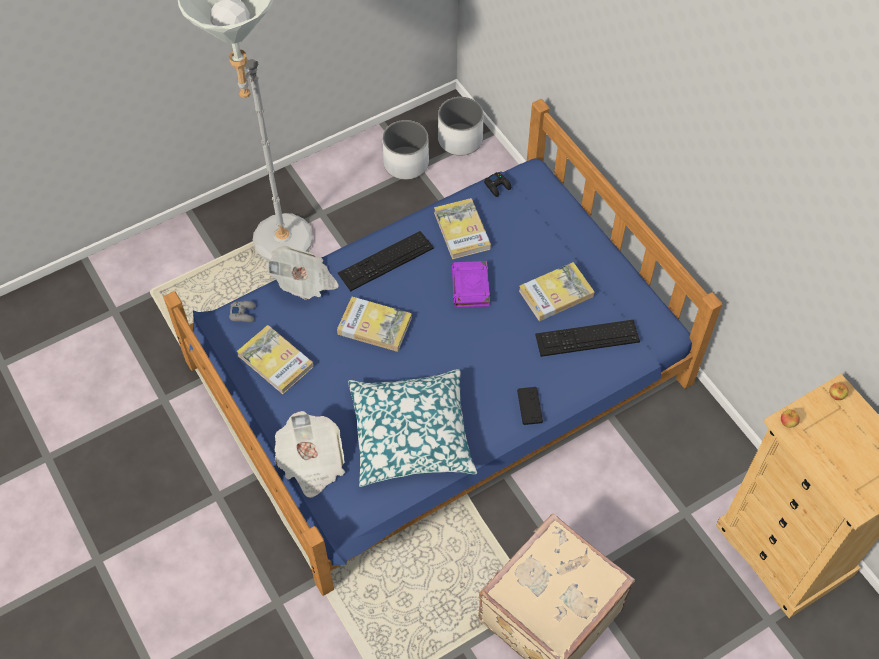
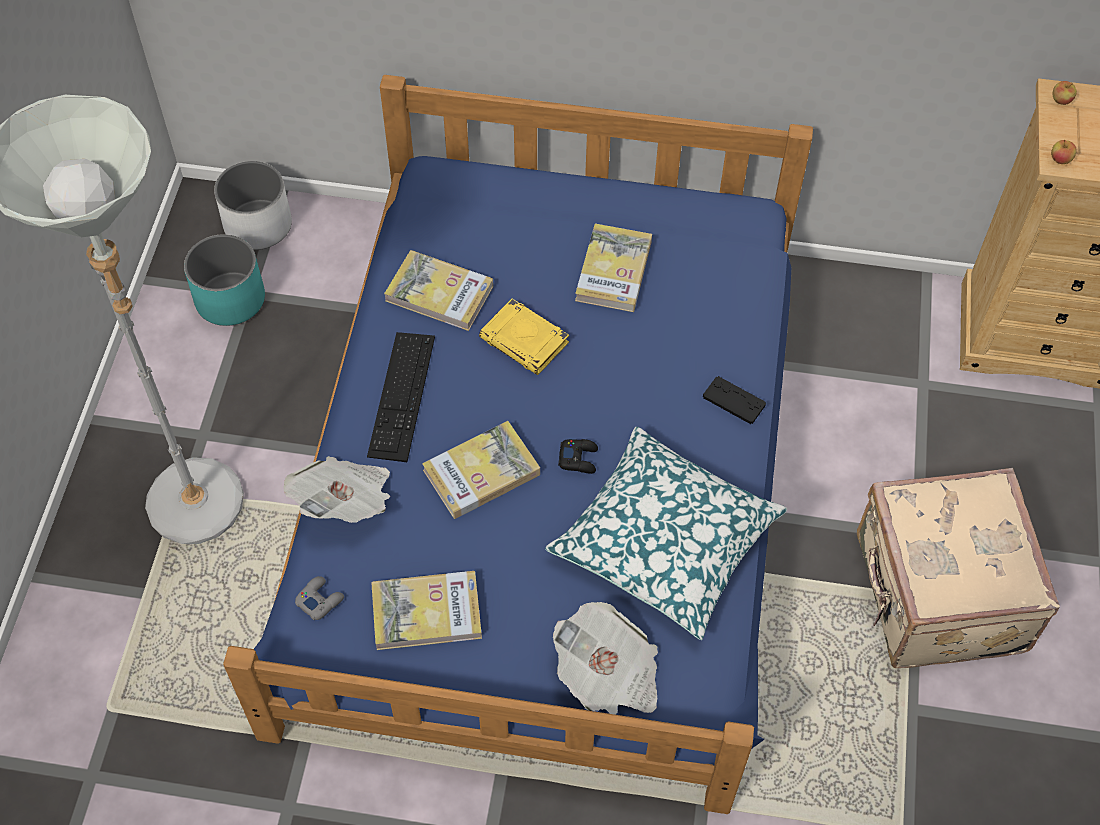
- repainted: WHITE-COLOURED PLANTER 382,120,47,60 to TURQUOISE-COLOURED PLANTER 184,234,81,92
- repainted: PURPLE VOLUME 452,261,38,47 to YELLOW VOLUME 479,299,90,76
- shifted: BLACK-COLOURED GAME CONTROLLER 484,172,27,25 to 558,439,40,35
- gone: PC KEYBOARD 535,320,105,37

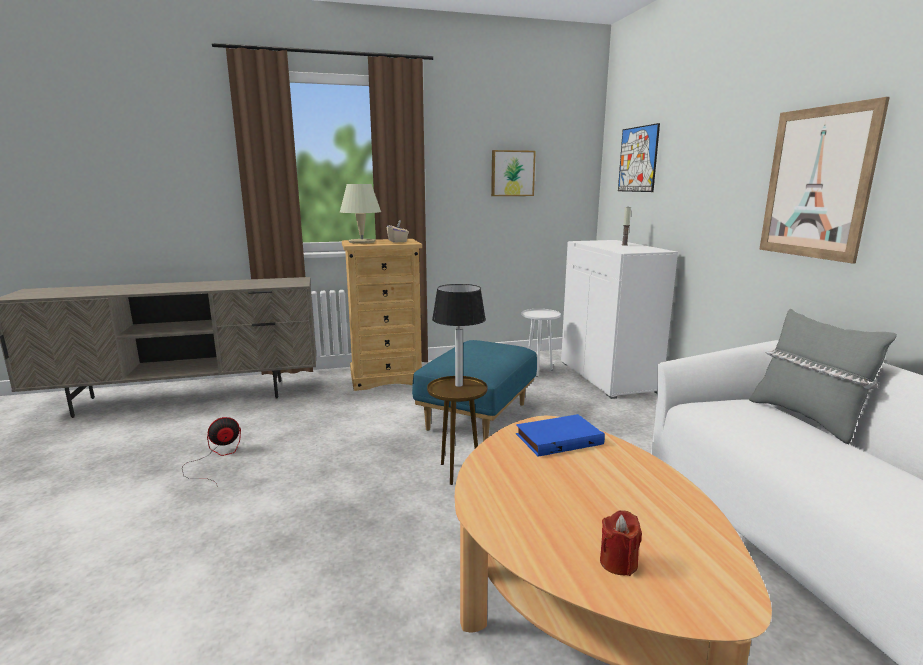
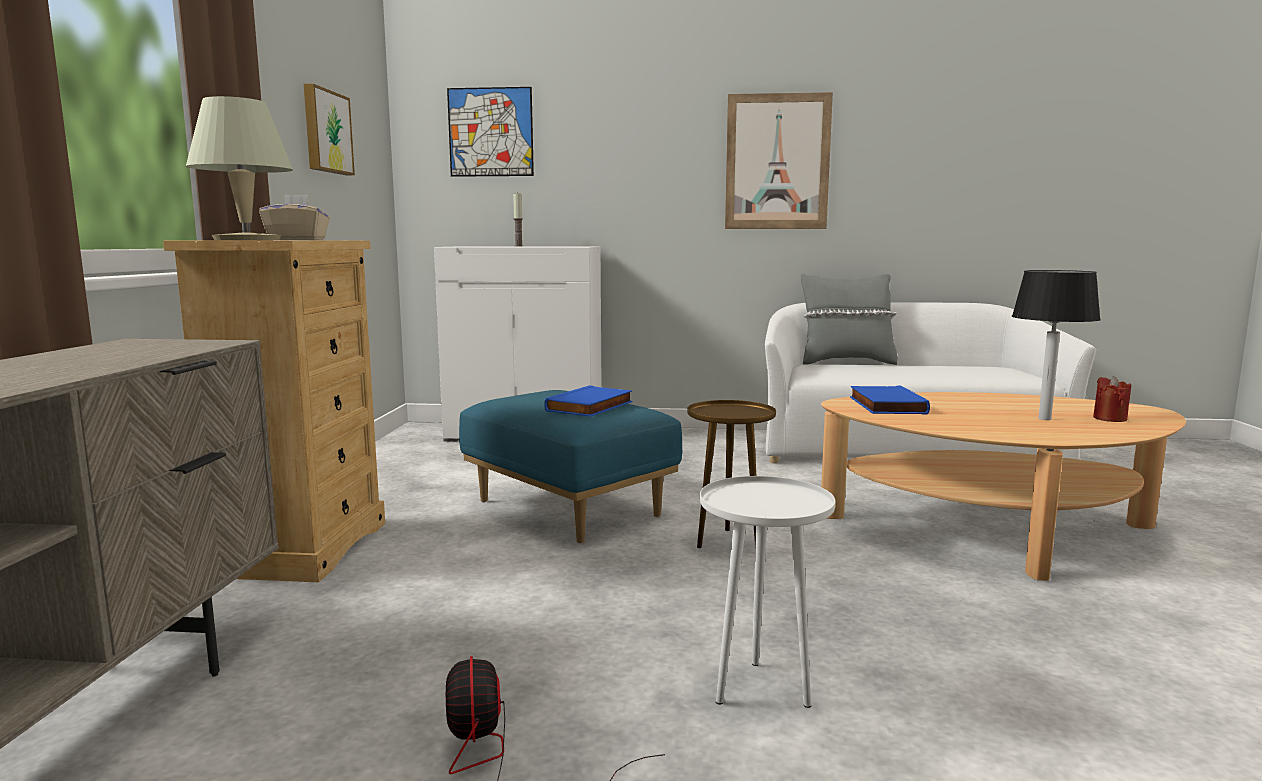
- new: BLUISH VOLUME 544,385,89,32
- shifted: WHITE-COLOURED SIDE TABLE 522,309,39,68 to 700,476,135,232
- shifted: TABLE LAMP 432,284,54,103 to 1012,270,89,150

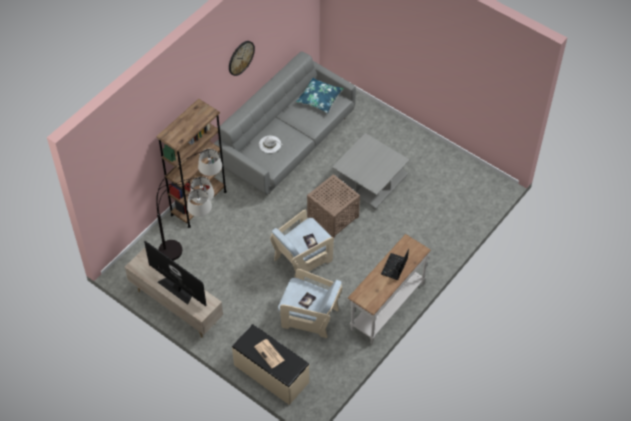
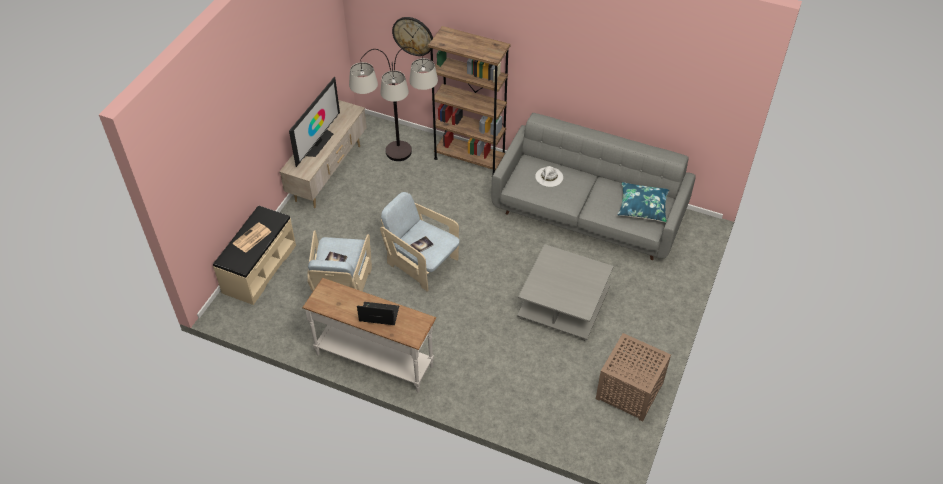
- shifted: WALL CLOCK 229,41,26,35 to 392,17,41,39
- shifted: BROWN SIDE TABLE 307,174,53,64 to 596,333,75,89

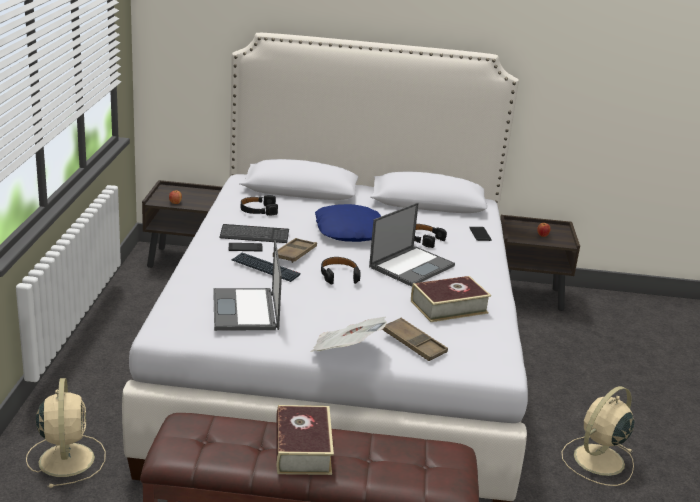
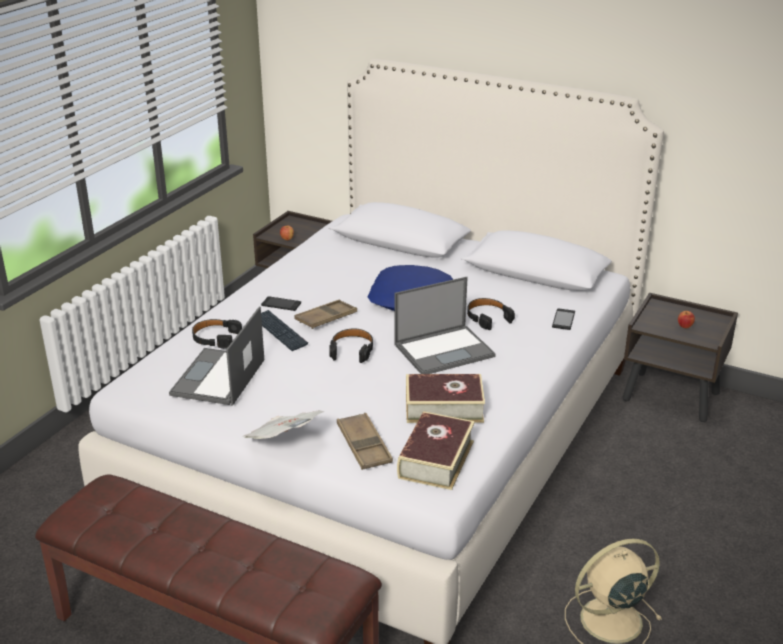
- shifted: BLACK-COLOURED HEADPHONES 241,195,37,21 to 192,319,50,30
- shifted: VOLUME 276,405,58,70 to 397,411,78,79
- gone: SAND-COLOURED COOLING FAN 26,378,80,110
- gone: PC KEYBOARD 219,224,70,19

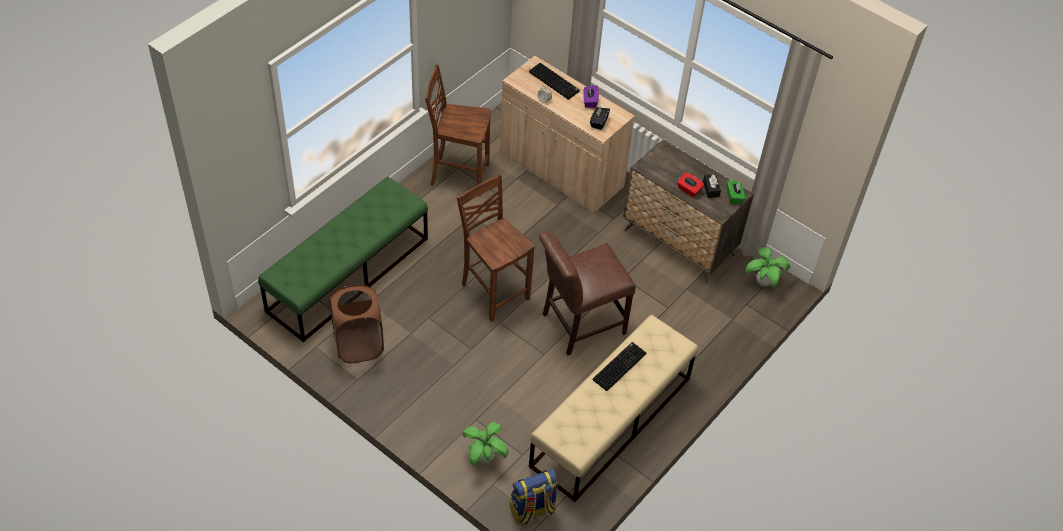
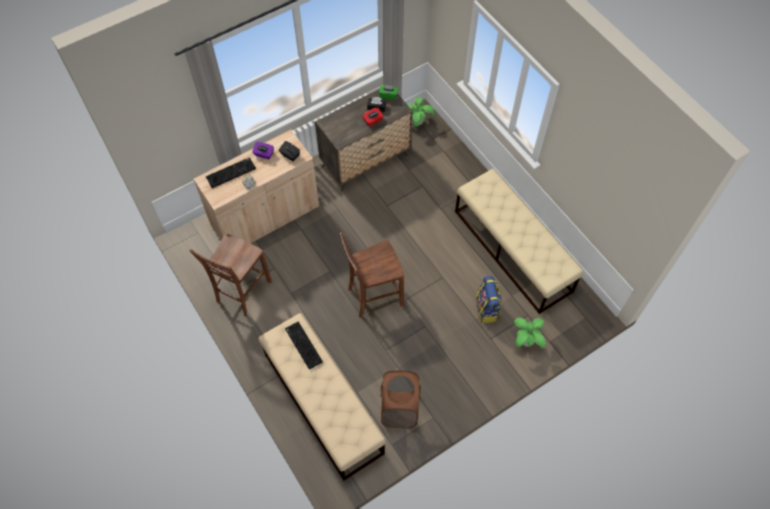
- repainted: GREEN-COLOURED BENCH 258,177,170,165 to SAND-COLOURED BENCH 258,313,128,168
- shifted: PC KEYBOARD 593,342,53,49 to 285,322,38,48
- shifted: BACKPACK 510,469,48,56 to 476,276,26,47
- gone: BROWN PLAIN CHAIR 539,232,97,123

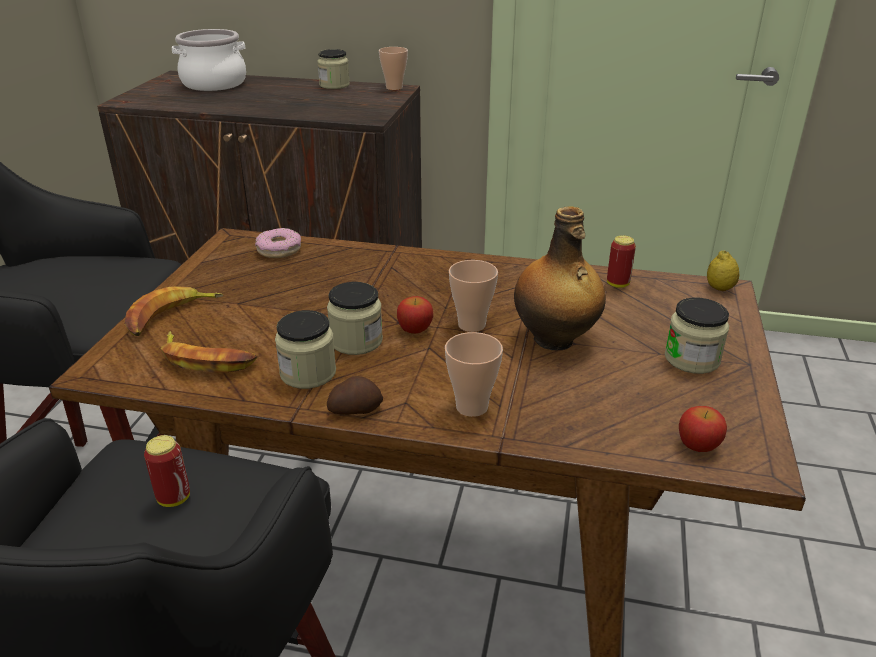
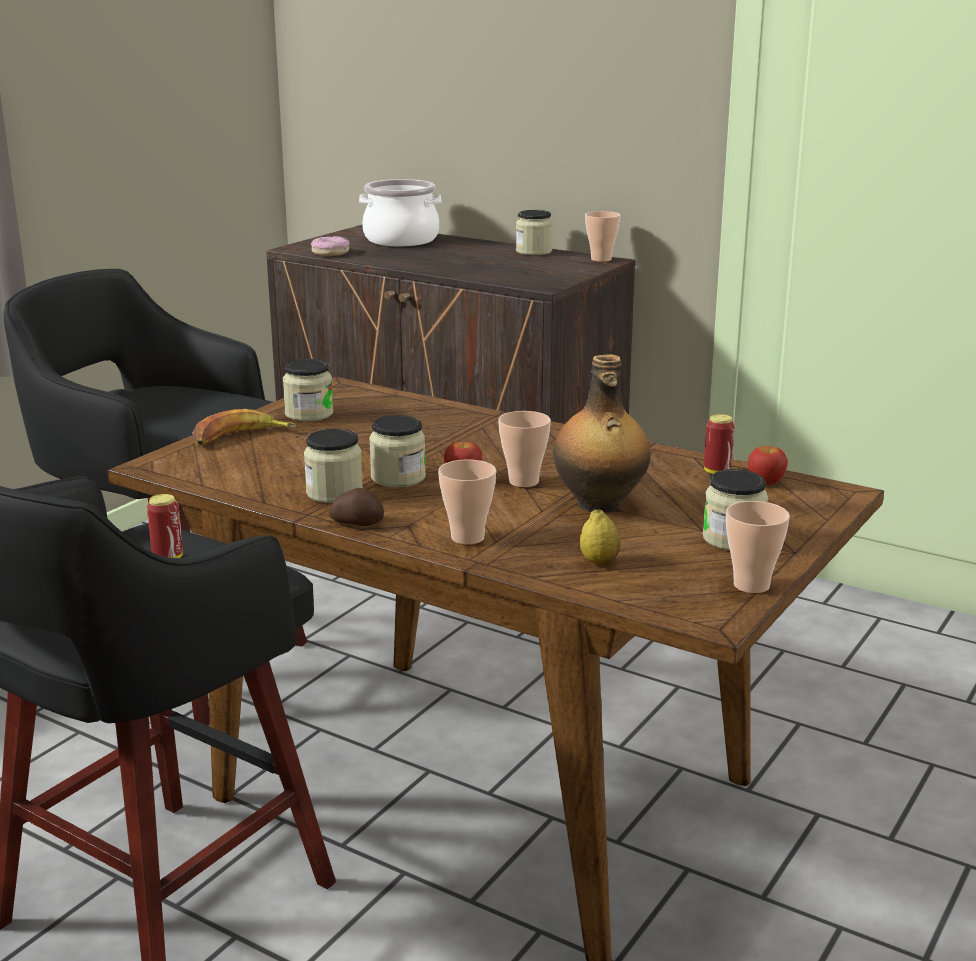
- new: STORAGE JAR 283,359,51,63
- shifted: DONUT 255,228,46,30 to 311,236,39,20
- shifted: LEMON 707,251,32,40 to 580,510,40,55
- new: SMALL CUP 726,501,64,92
- shifted: WHOLE APPLE 679,406,48,46 to 748,446,40,39
- gone: WHOLE BANANA 160,331,97,42

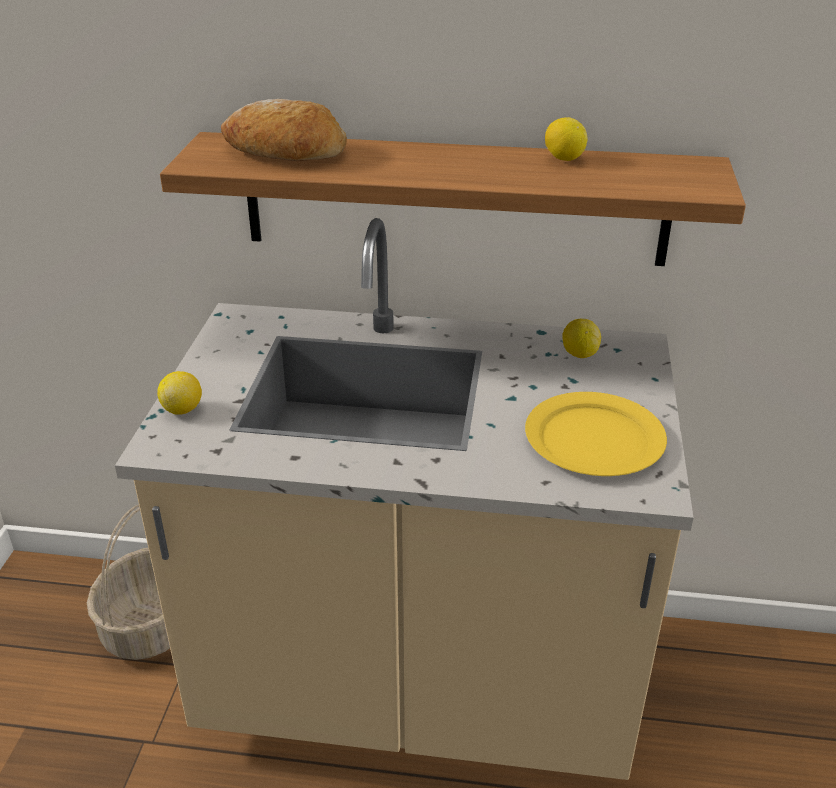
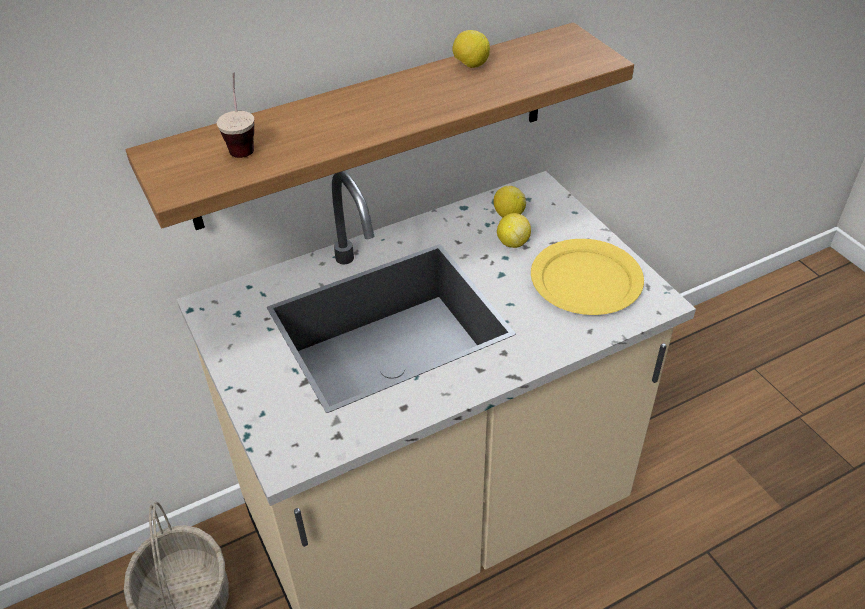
- swapped: BREAD 221,99,126,62 to SMALL CUP 217,72,37,86
- shifted: LEMON 157,371,45,44 to 497,213,34,35

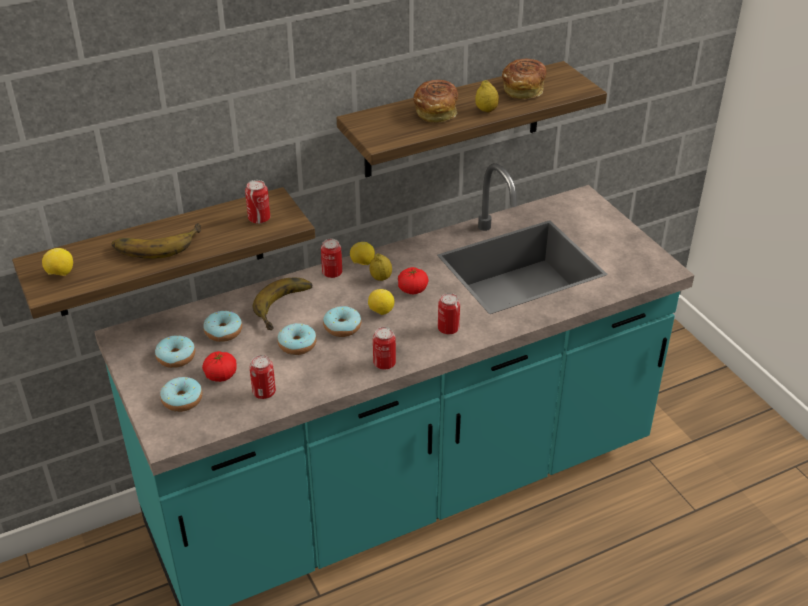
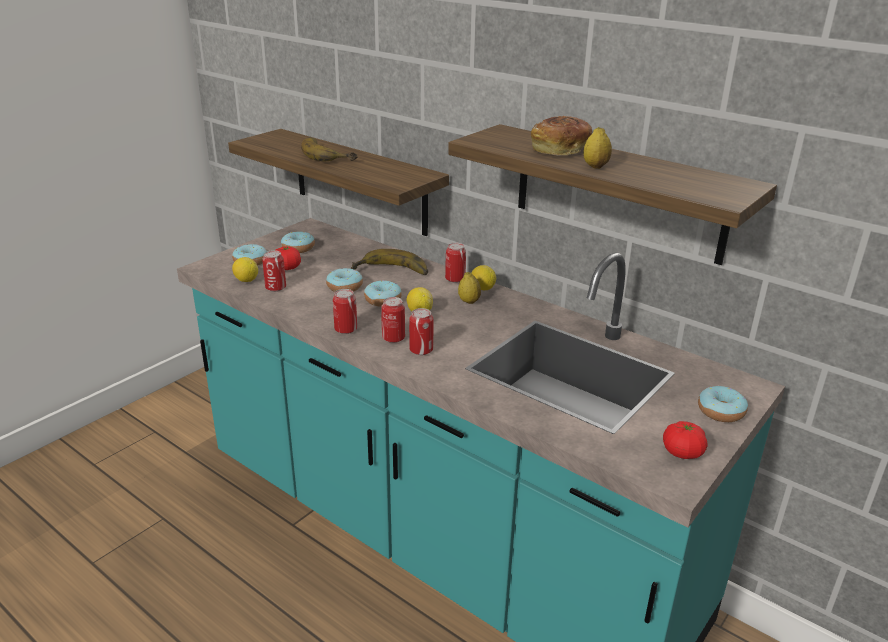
- shifted: LEMON 42,248,31,27 to 232,257,26,25
- shifted: CAN 245,180,25,44 to 381,297,24,46
- shifted: TOMATO 398,267,31,27 to 663,421,45,38
- shifted: DONUT 203,311,39,31 to 698,386,50,36
- gone: BREAD 502,58,44,41

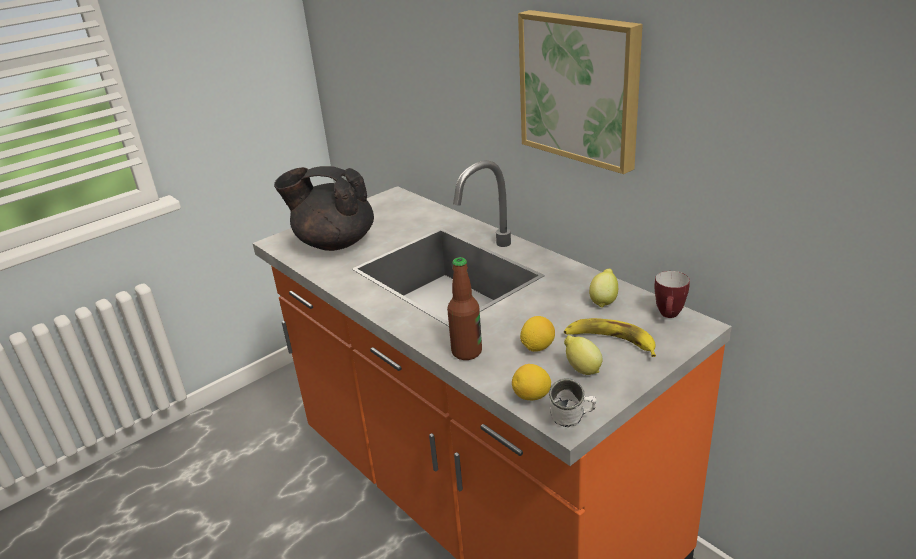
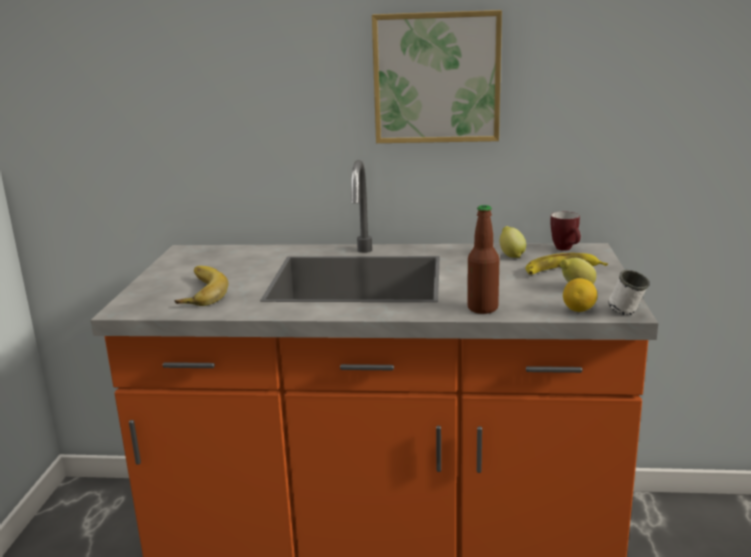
- swapped: BLACK-COLOURED TEAPOT 274,166,100,85 to WHOLE BANANA 174,266,54,40
- gone: LEMON 520,316,35,36

